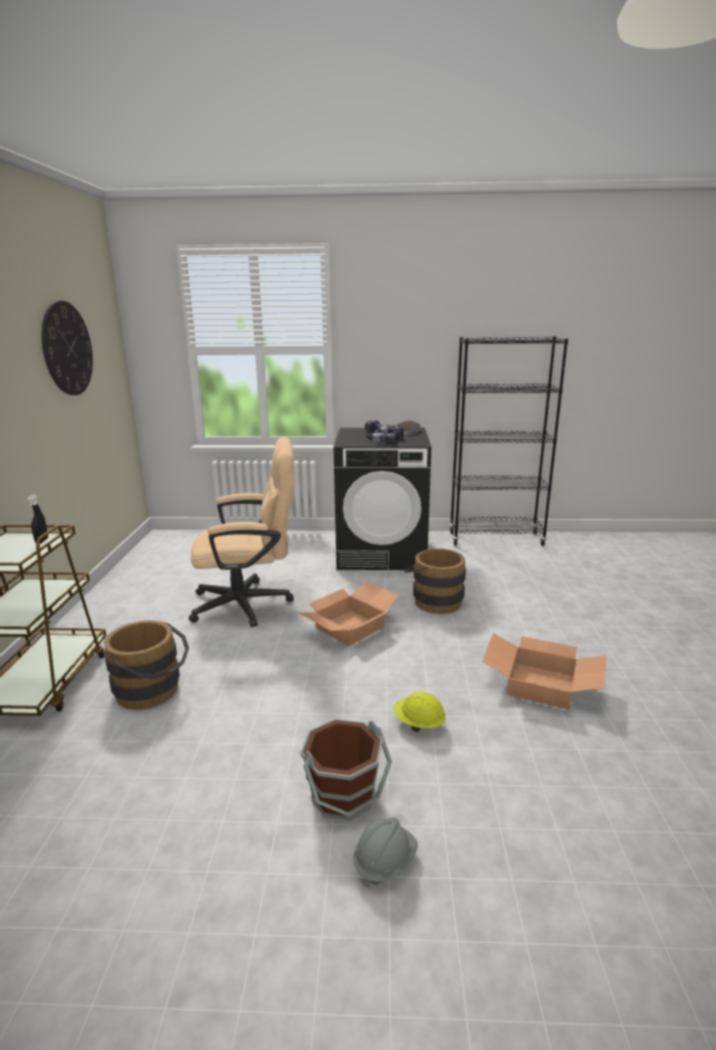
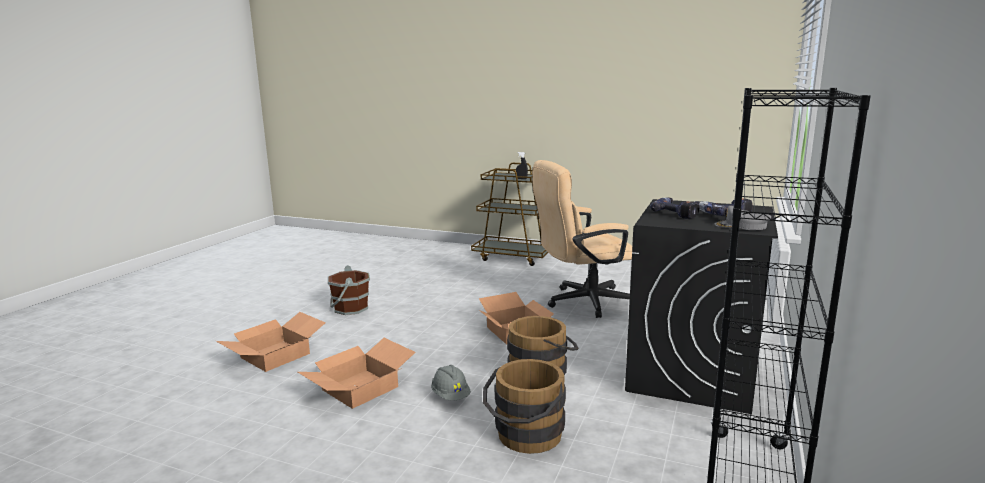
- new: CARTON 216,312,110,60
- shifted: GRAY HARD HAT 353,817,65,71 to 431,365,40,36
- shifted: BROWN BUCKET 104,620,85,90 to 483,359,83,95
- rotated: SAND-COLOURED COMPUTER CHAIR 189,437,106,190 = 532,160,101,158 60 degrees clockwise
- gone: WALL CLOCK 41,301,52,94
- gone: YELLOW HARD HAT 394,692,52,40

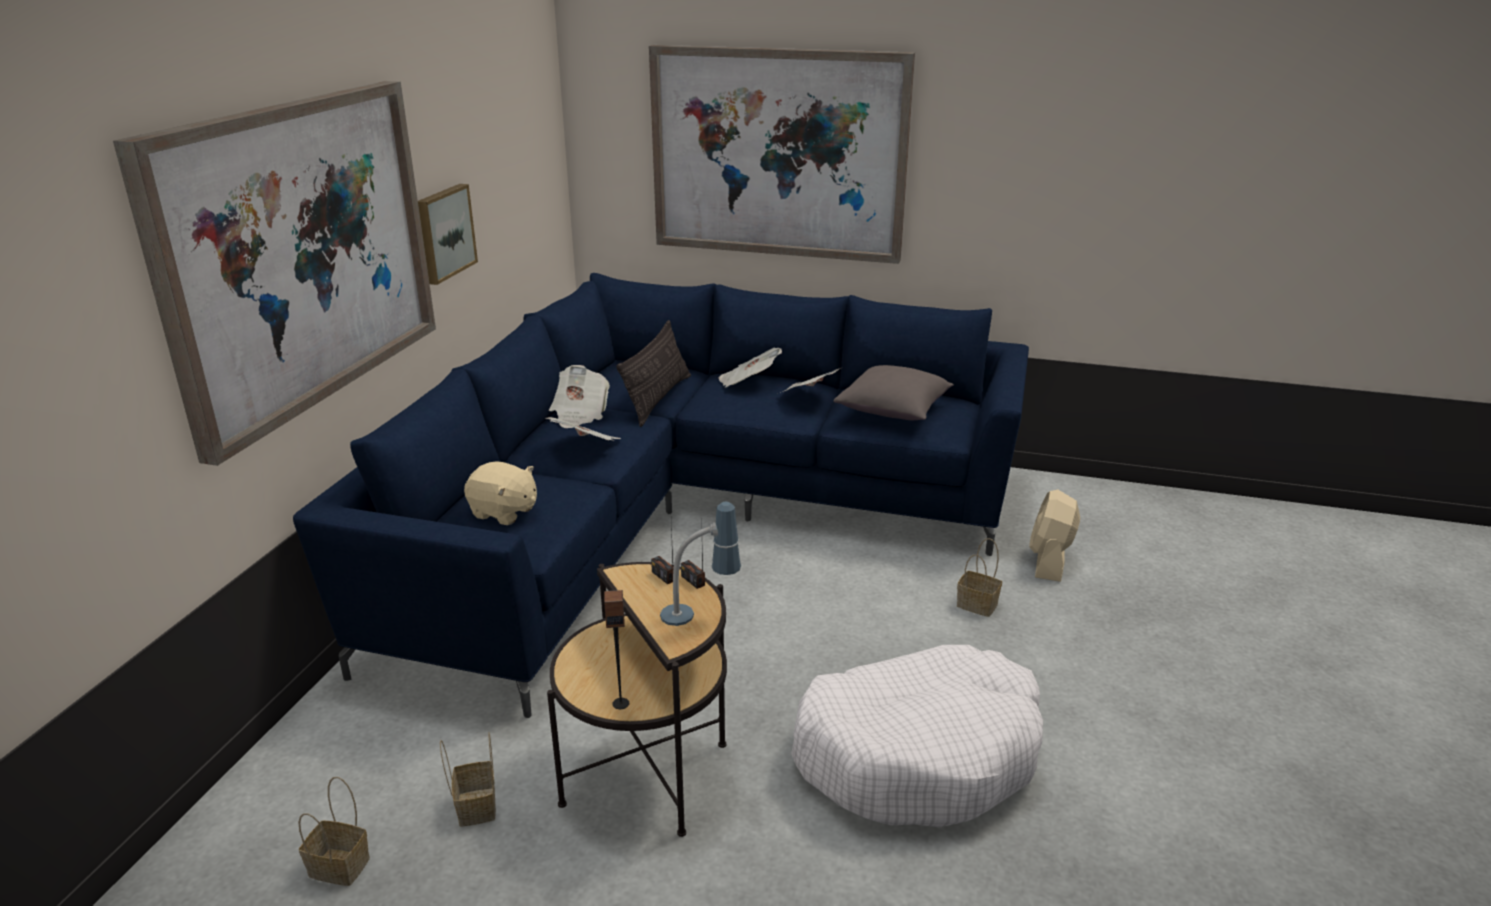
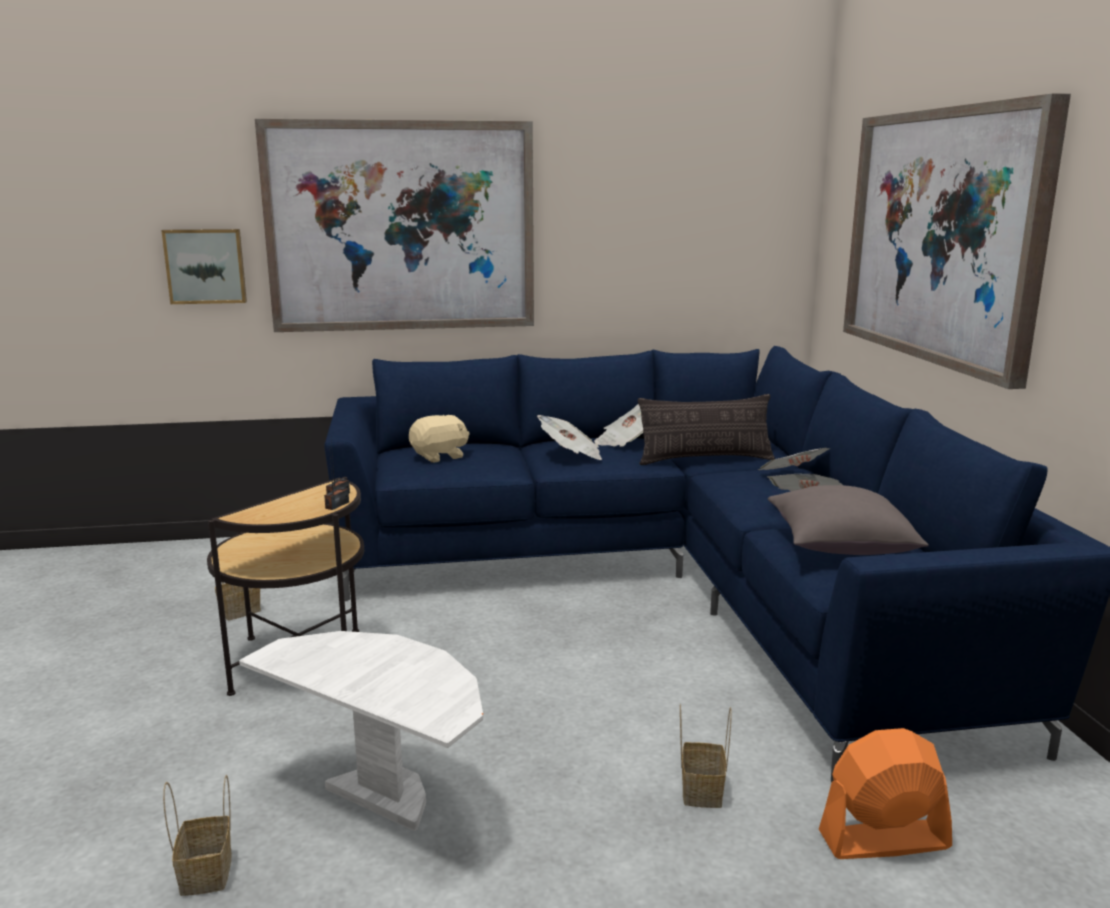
- shifted: WALL PICTURE 418,184,60,101 to 161,229,86,75
- shifted: HOUSEHOLD BASKET 298,777,72,109 to 163,775,69,121
- swapped: WHITE-COLOURED DOG CUSHION 791,645,252,182 to WHITE-COLOURED SIDE TABLE 239,631,244,200
- rotated: SAND-COLOURED PLUSH TOY 464,461,73,64 = 409,415,61,48 120 degrees counterclockwise
- repainted: SAND-COLOURED COOLING FAN 1029,490,51,92 to ORANGE-COLOURED COOLING FAN 819,728,133,131
- gone: AUDIO SPEAKER 604,590,25,119
- gone: TABLE LAMP 660,501,81,125

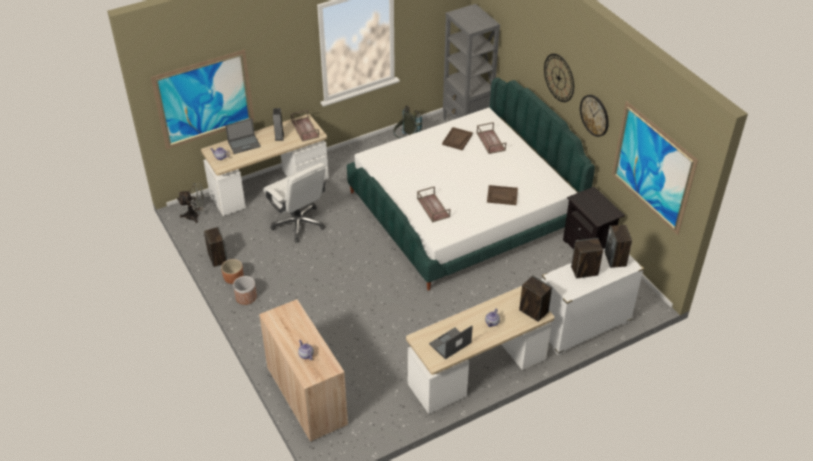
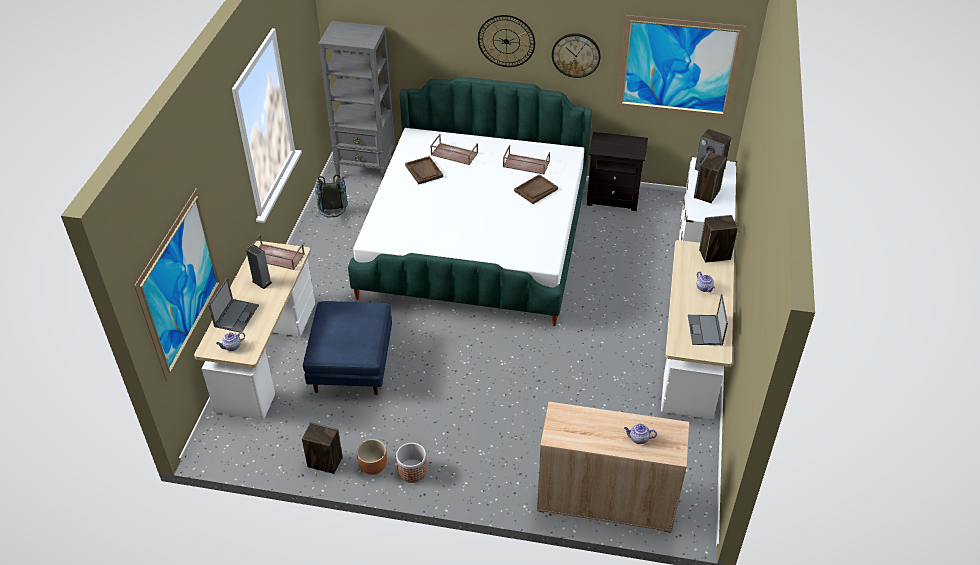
- swapped: WHITE-COLOURED COMPUTER CHAIR 263,163,64,79 to BLUISH FOOTREST 303,301,89,94
- shifted: BROWN SERVING TRAY 417,186,33,36 to 503,145,47,30
- gone: GRAY COOLING FAN 177,183,27,40

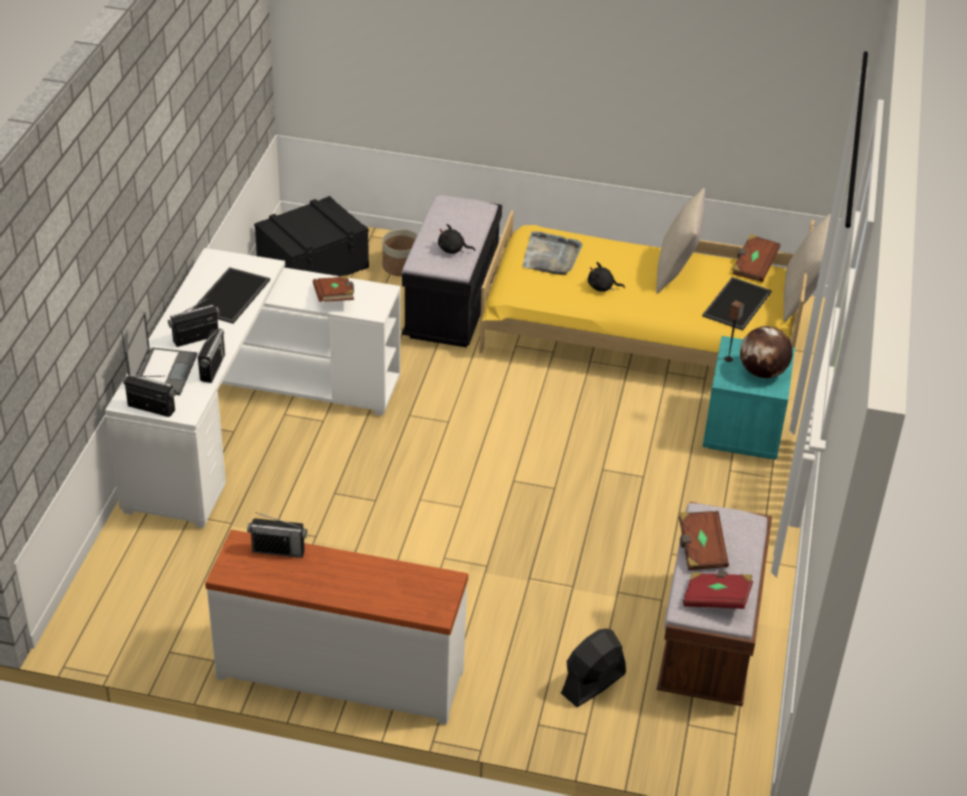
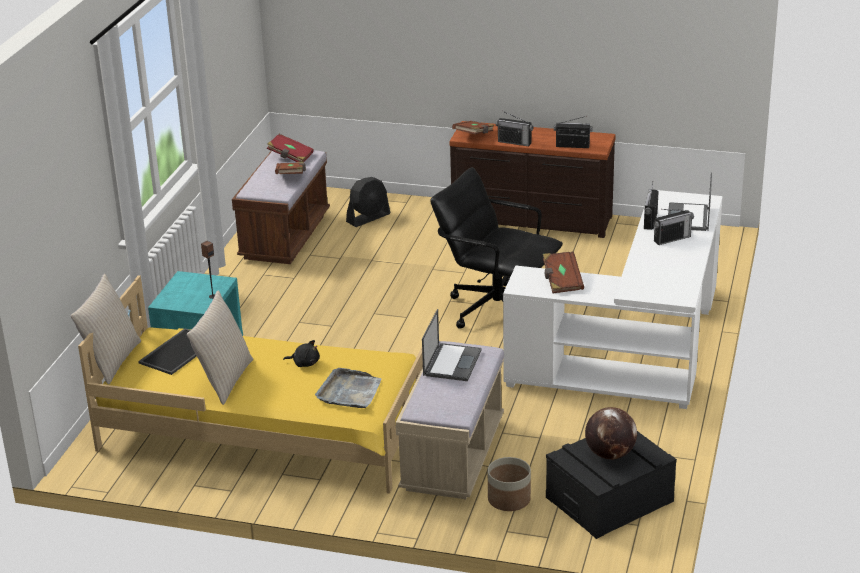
- repainted: BLACK-COLOURED BENCH 402,195,100,153 to SAND-COLOURED BENCH 396,341,108,158
- swapped: BLACK-COLOURED PLUSH TOY 438,224,37,30 to LAPTOP 422,309,60,72
- new: BLACK-COLOURED COMPUTER CHAIR 430,167,133,162
- repainted: WHITE-COLOURED DRESSER 205,530,263,195 to BROWN DRESSER 449,121,167,117
- shifted: BROWN VOLUME 732,234,49,48 to 452,121,43,14
- shifted: RADIO SET 123,374,53,43 to 496,111,38,35
- shifted: GLOBE 740,326,53,52 to 585,407,52,53
- gone: SERVING TRAY 192,267,78,57

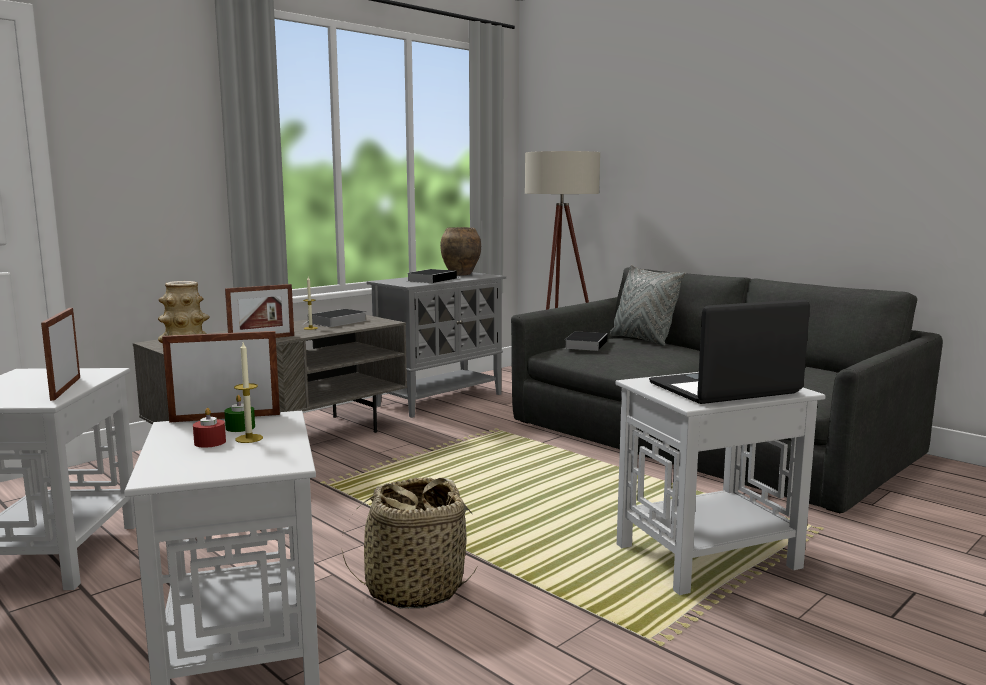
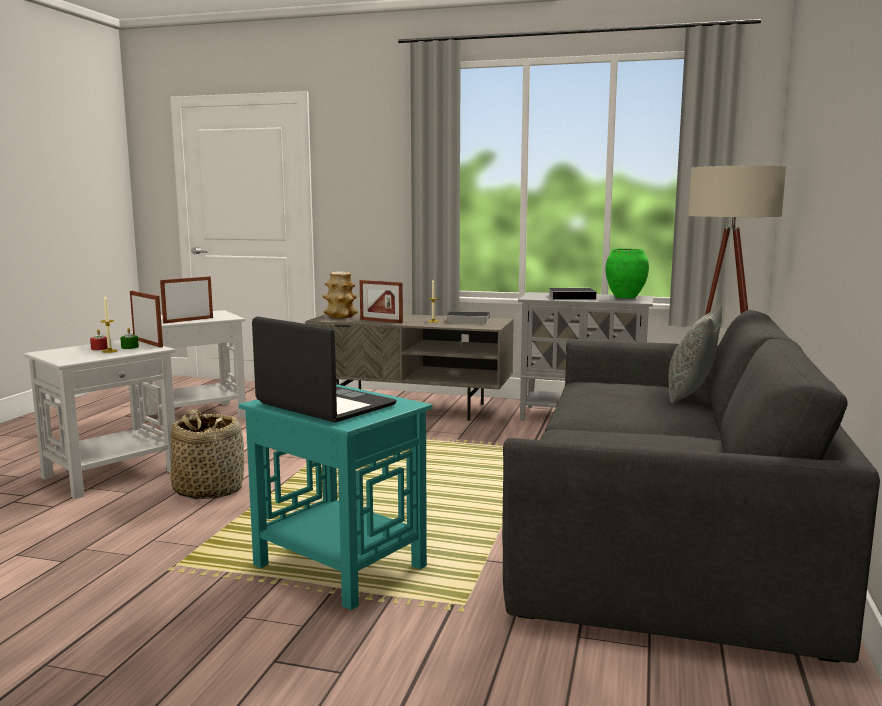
- repainted: WHITE-COLOURED SIDE TABLE 616,372,209,223 to TURQUOISE-COLOURED SIDE TABLE 239,384,193,226
- repainted: BROWN DECORATIVE VASE 440,227,41,49 to GREEN-COLOURED DECORATIVE VASE 606,248,43,50
- gone: VOLUME 564,331,44,20

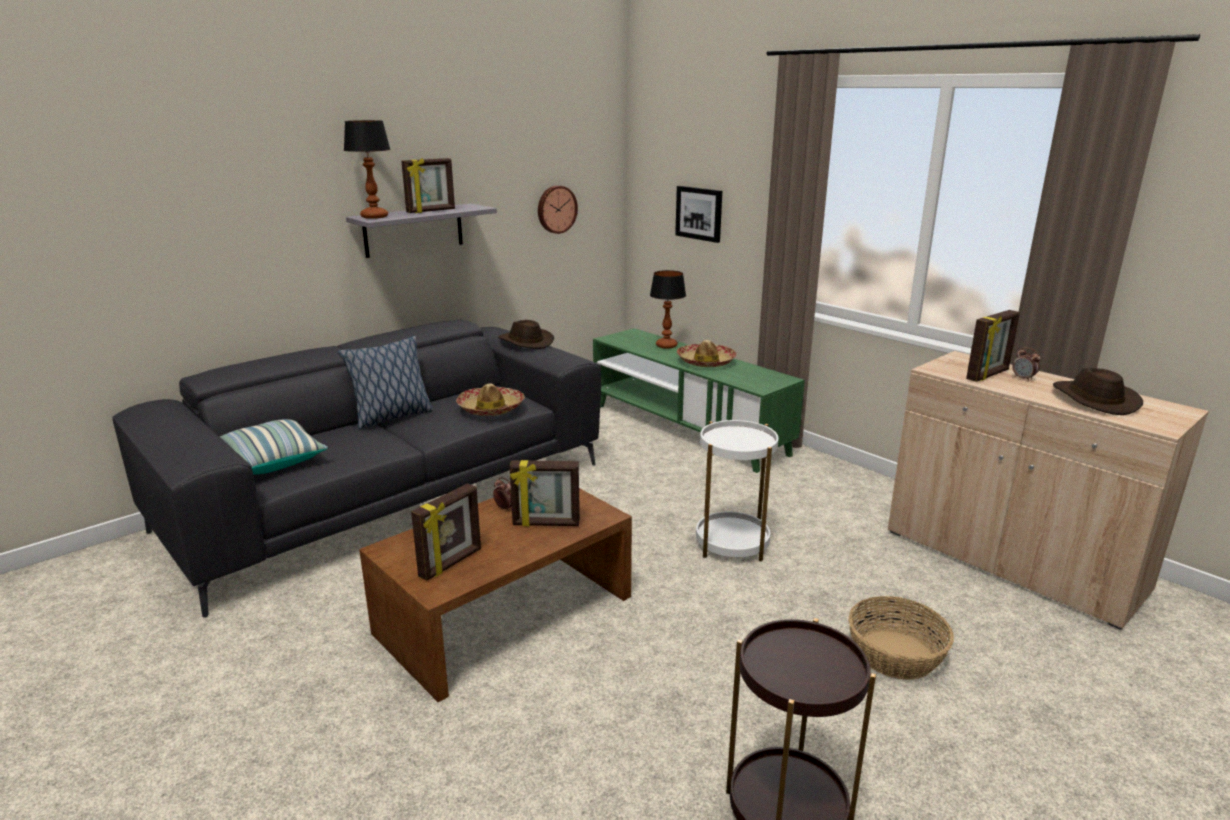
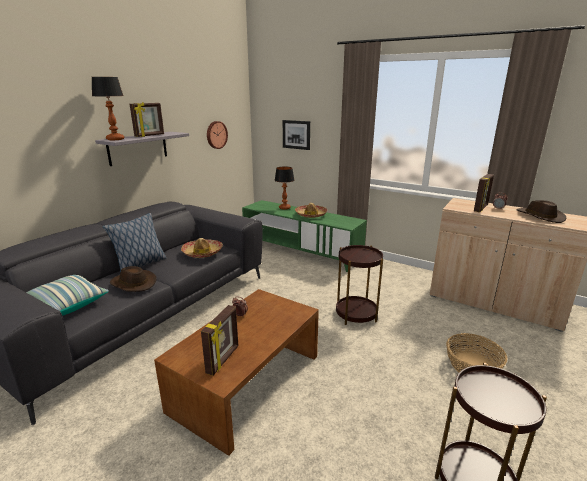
- shifted: BROWN CLOTHING HAT 498,320,56,29 to 110,266,47,26
- repainted: WHITE-COLOURED SIDE TABLE 696,420,83,141 to BROWN SIDE TABLE 336,245,47,80
- gone: PICTURE FRAME 509,460,71,66

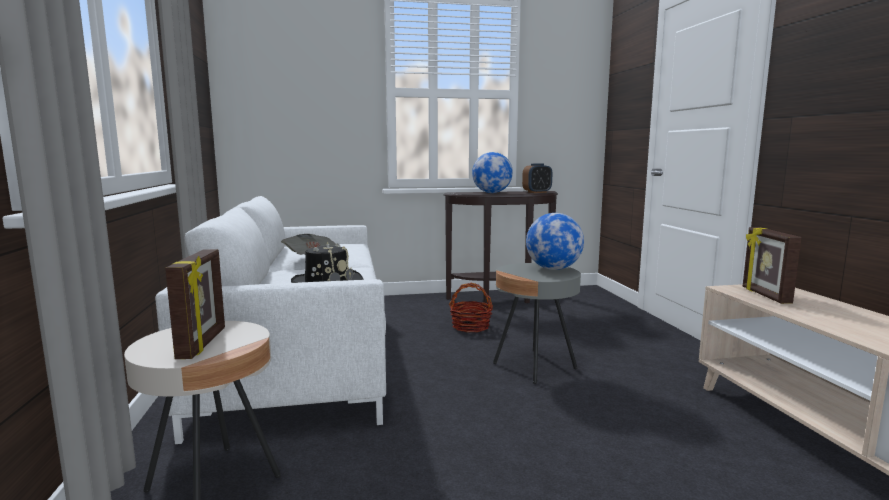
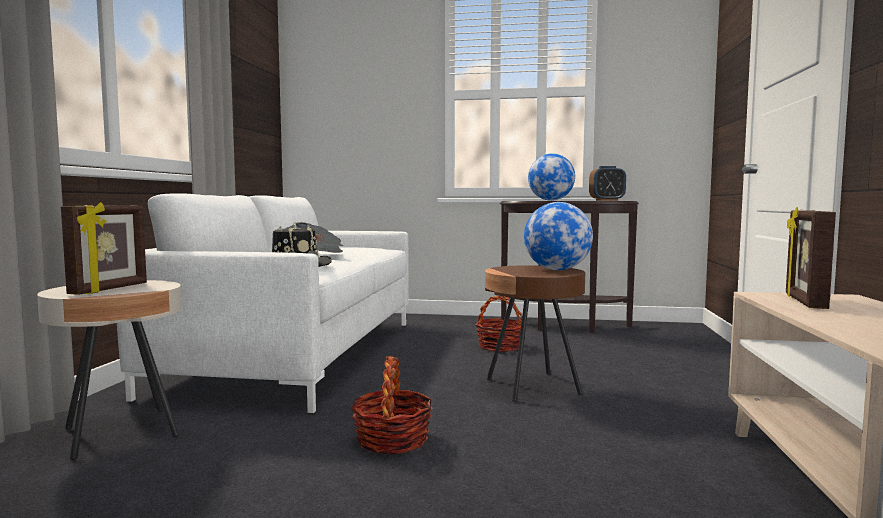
- new: HOUSEHOLD BASKET 351,356,82,98
- repainted: GRAY SIDE TABLE 493,263,88,121 to BROWN SIDE TABLE 485,265,100,137

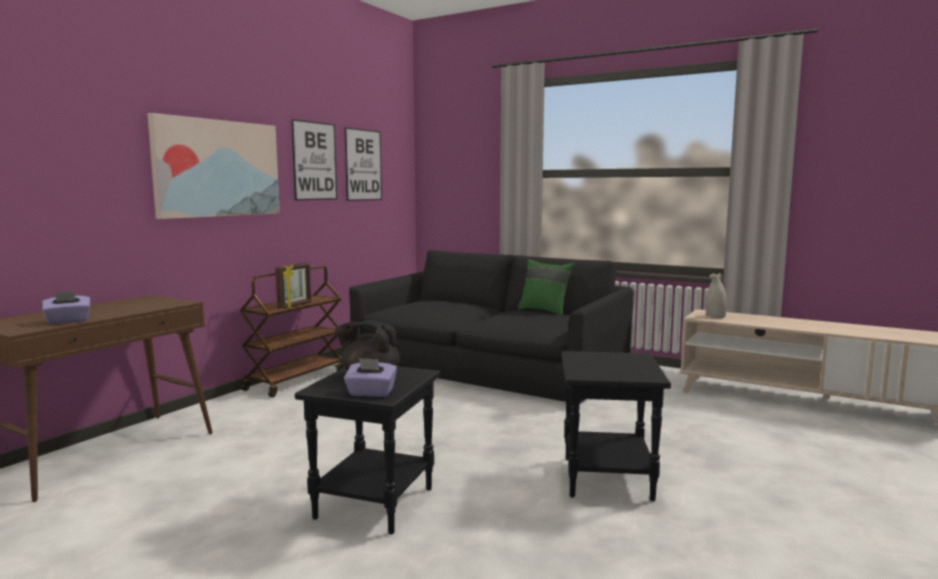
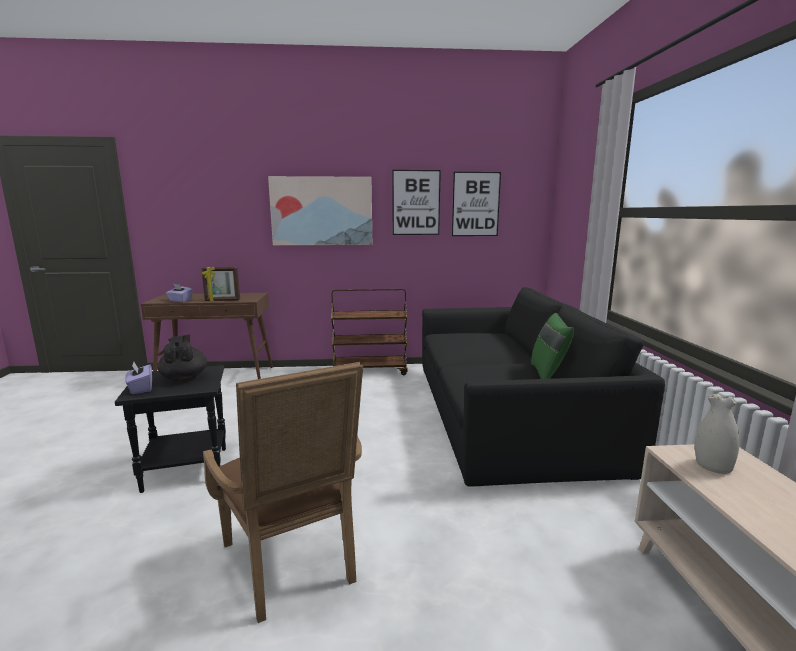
- shifted: PICTURE FRAME 275,263,36,46 to 201,266,39,35
- swapped: BLACK-COLOURED SIDE TABLE 562,351,109,150 to BROWN EASY CHAIR 203,362,160,261

